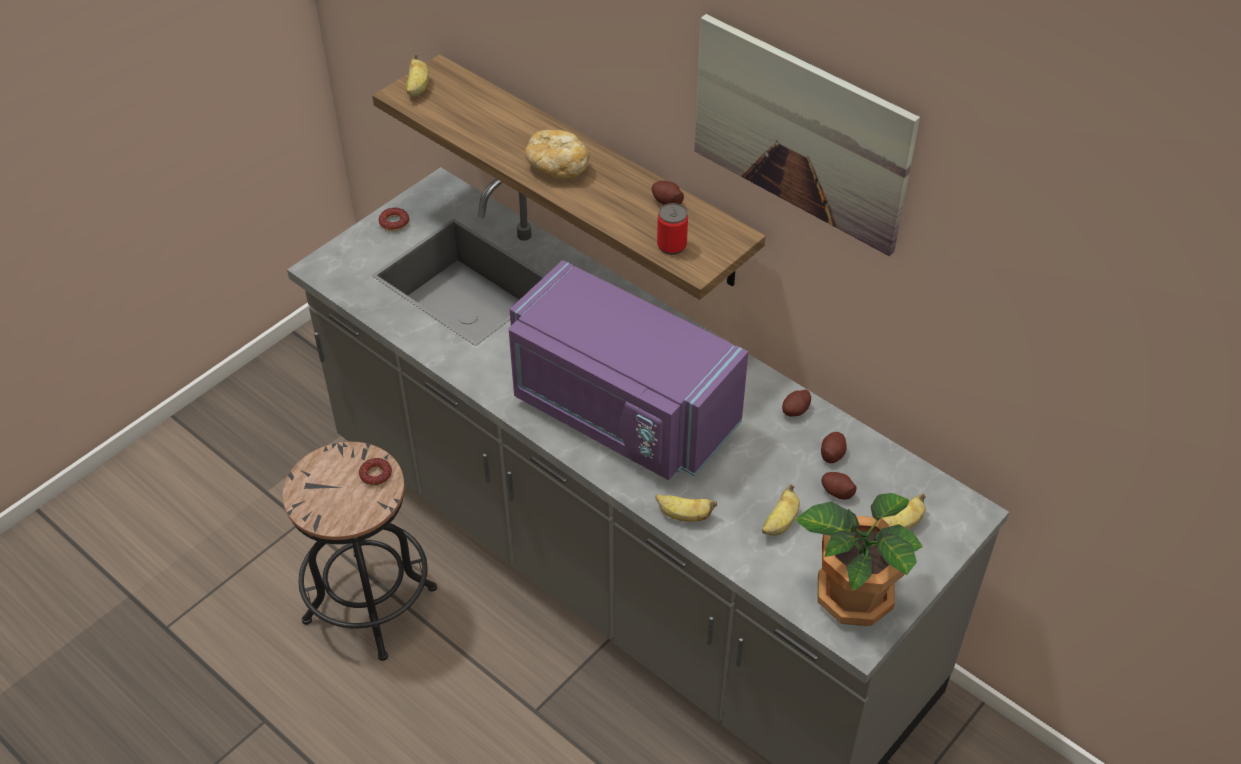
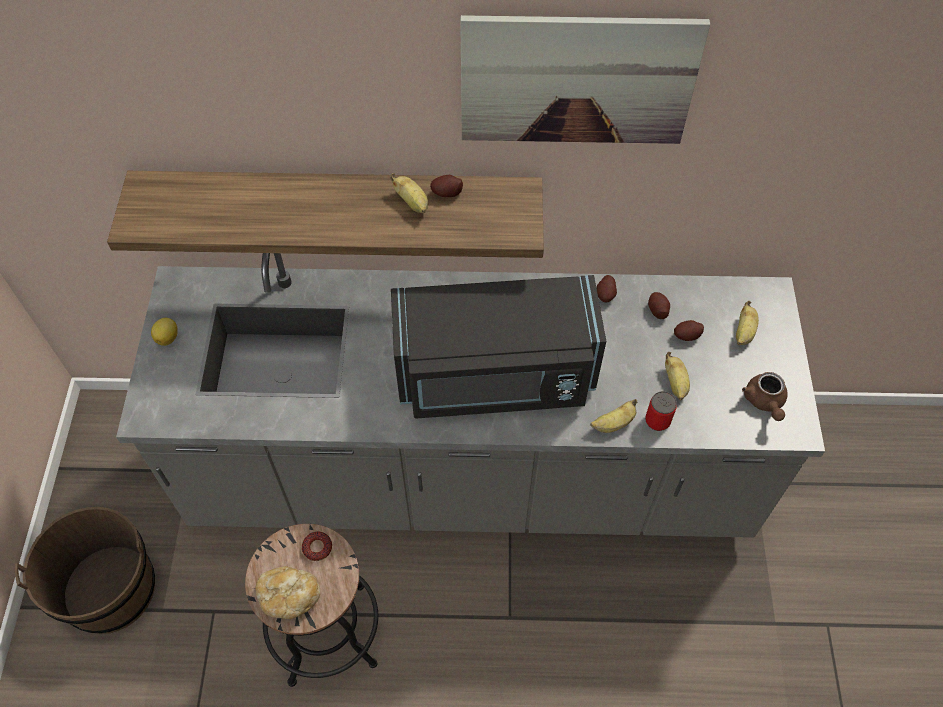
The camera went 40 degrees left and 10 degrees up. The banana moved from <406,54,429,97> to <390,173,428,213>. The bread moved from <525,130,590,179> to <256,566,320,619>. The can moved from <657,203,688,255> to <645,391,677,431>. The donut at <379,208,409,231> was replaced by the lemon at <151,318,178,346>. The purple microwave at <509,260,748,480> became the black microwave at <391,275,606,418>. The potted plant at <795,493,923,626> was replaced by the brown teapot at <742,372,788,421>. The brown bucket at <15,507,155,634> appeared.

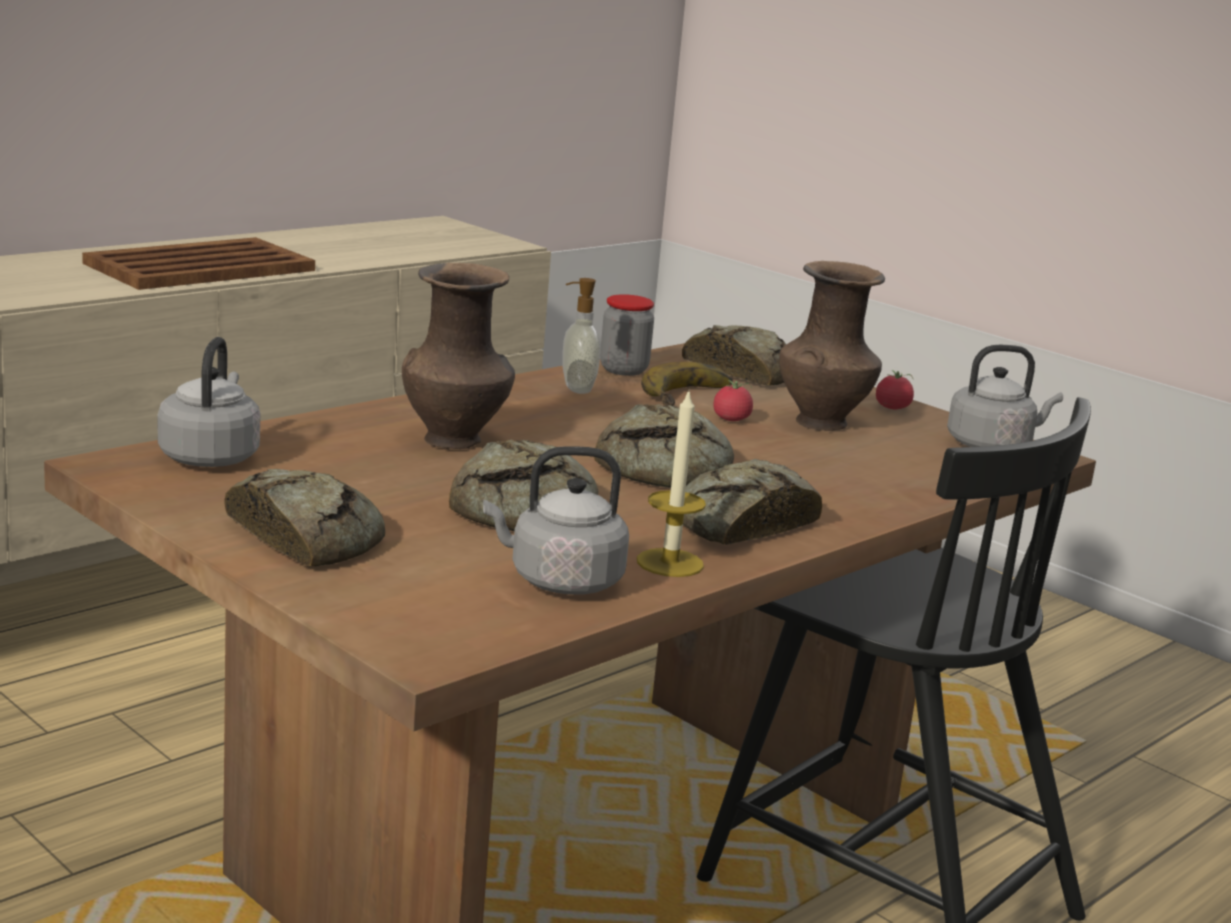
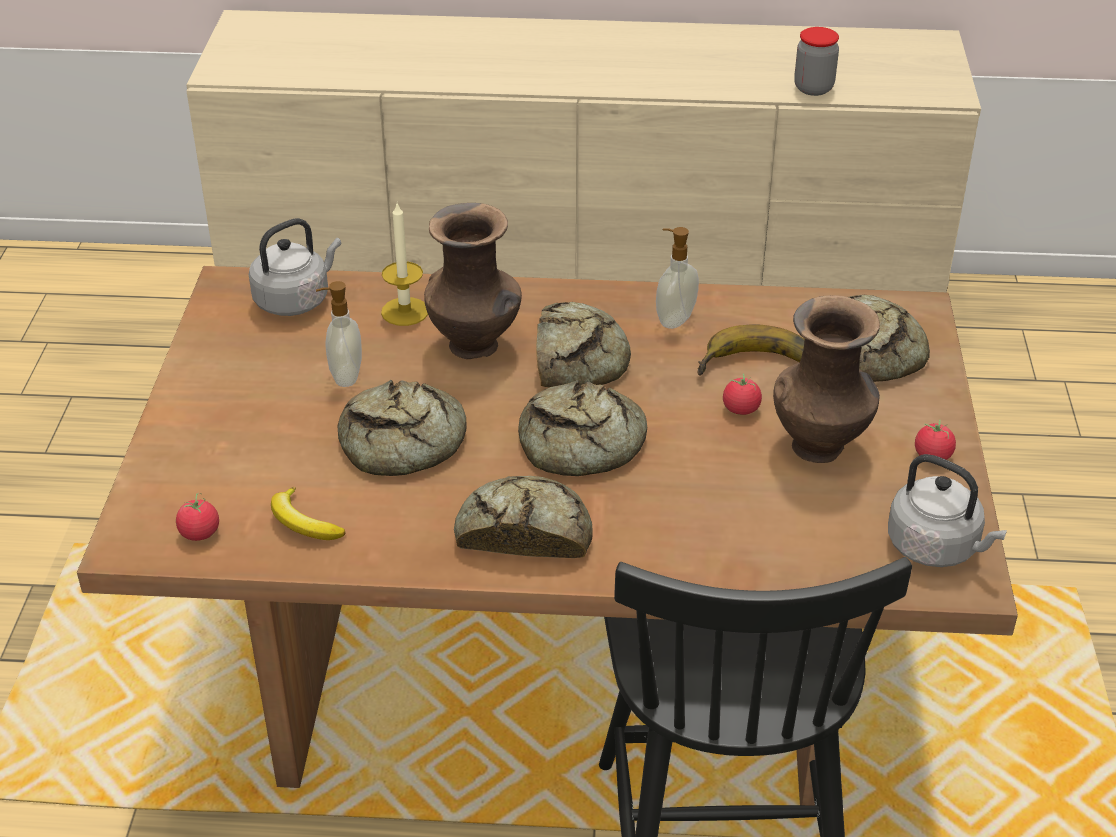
The camera went 50 degrees right and 20 degrees up. The brown tray at <82,237,315,290> disappeared. The jar moved from <600,294,654,376> to <794,27,839,96>. The candle moved from <637,388,706,577> to <381,204,428,326>. The grey kettle at <483,446,629,595> was replaced by the banana at <271,487,346,540>. The bread moved from <224,469,385,566> to <536,302,631,387>. The soap dispenser at <316,281,362,387> appeared. The tomato at <176,493,219,541> appeared.

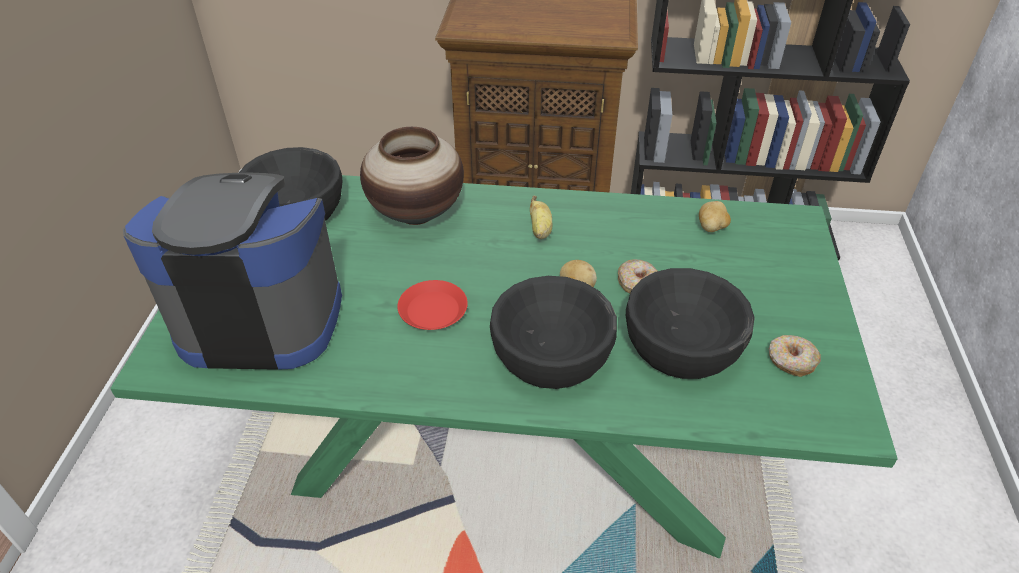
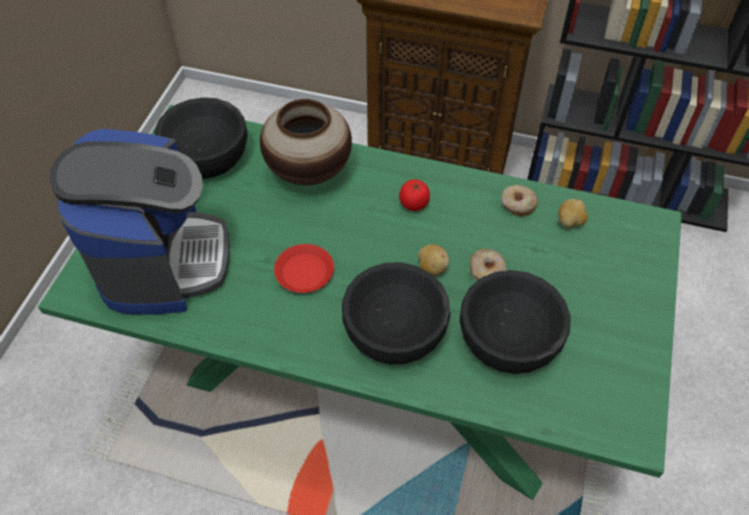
The camera went 10 degrees right and 10 degrees up. The coffee machine at <123,173,342,370> turned 75 degrees clockwise. The banana at <530,196,552,239> was replaced by the tomato at <399,179,430,211>. The donut moved from <769,335,821,377> to <501,185,538,217>.

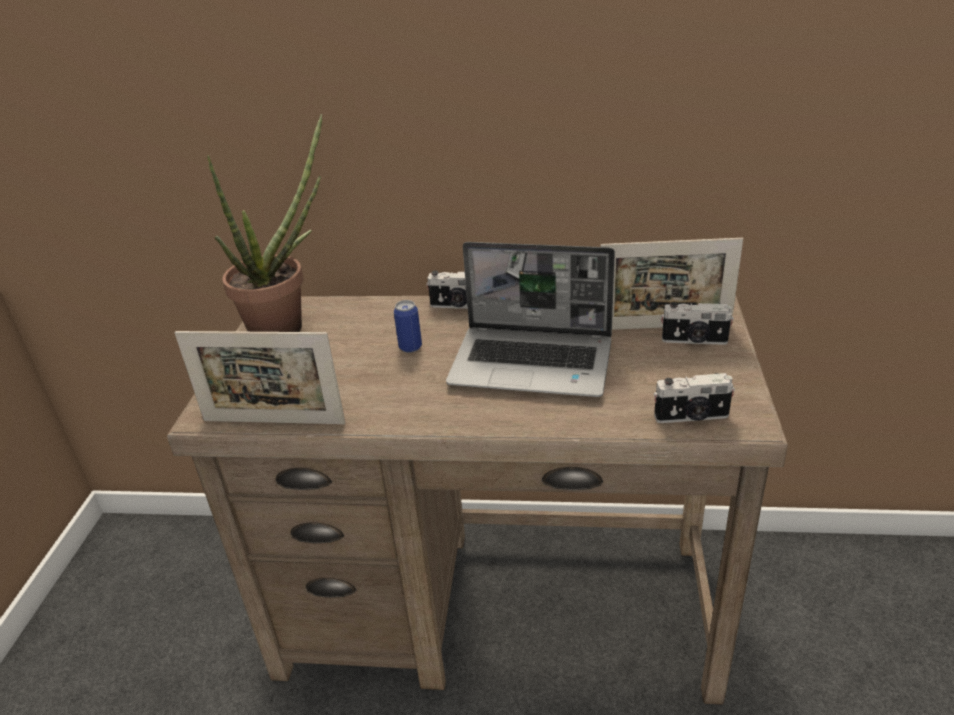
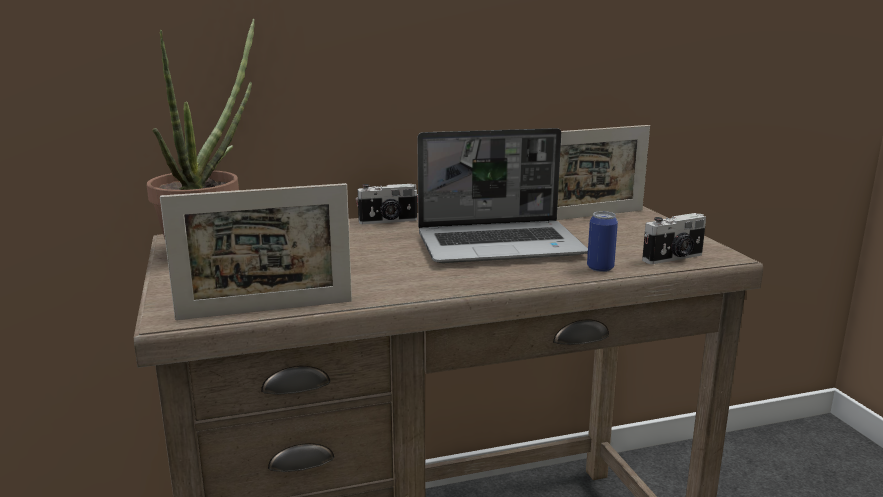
The camera went 25 degrees left and 15 degrees down. The can moved from <394,300,422,353> to <587,211,618,272>. The photo camera at <661,302,734,345> disappeared.

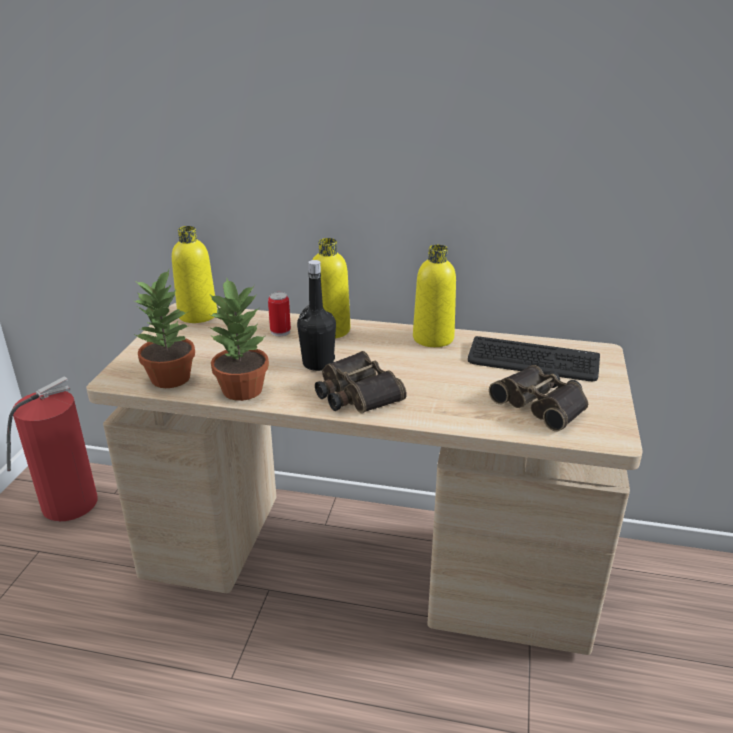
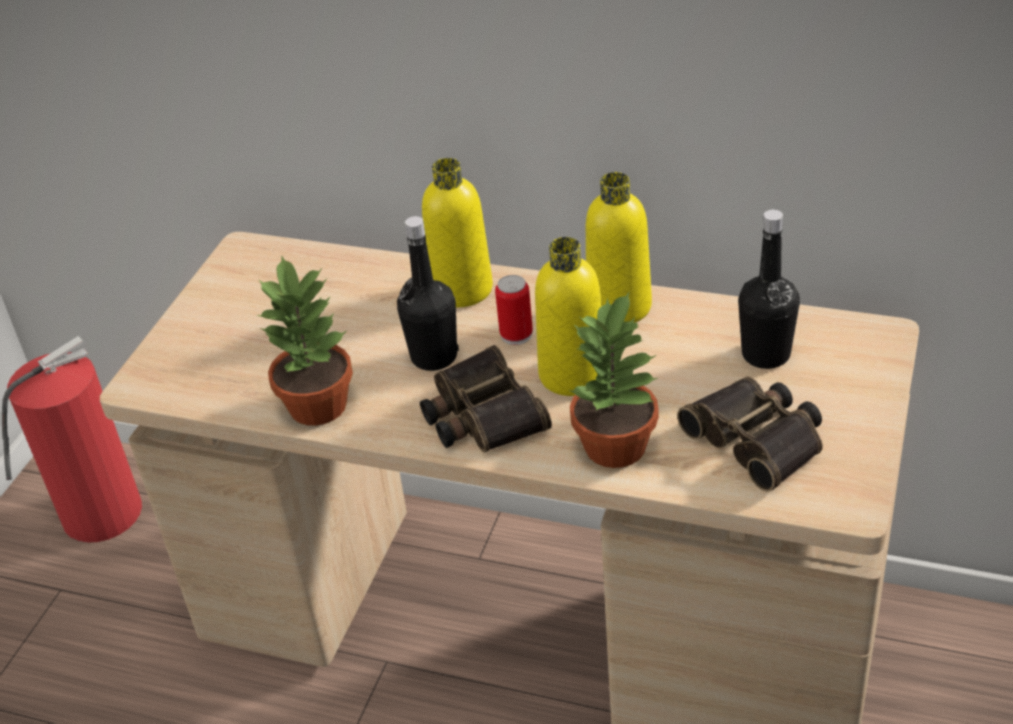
The camera went 10 degrees right and 10 degrees up. The yellow bottle moved from <172,226,217,323> to <535,237,602,396>. The potted plant moved from <132,270,195,388> to <568,292,659,468>. The can moved from <268,292,291,336> to <495,275,533,345>. The keyboard at <468,336,600,381> was replaced by the black bottle at <738,210,800,369>.

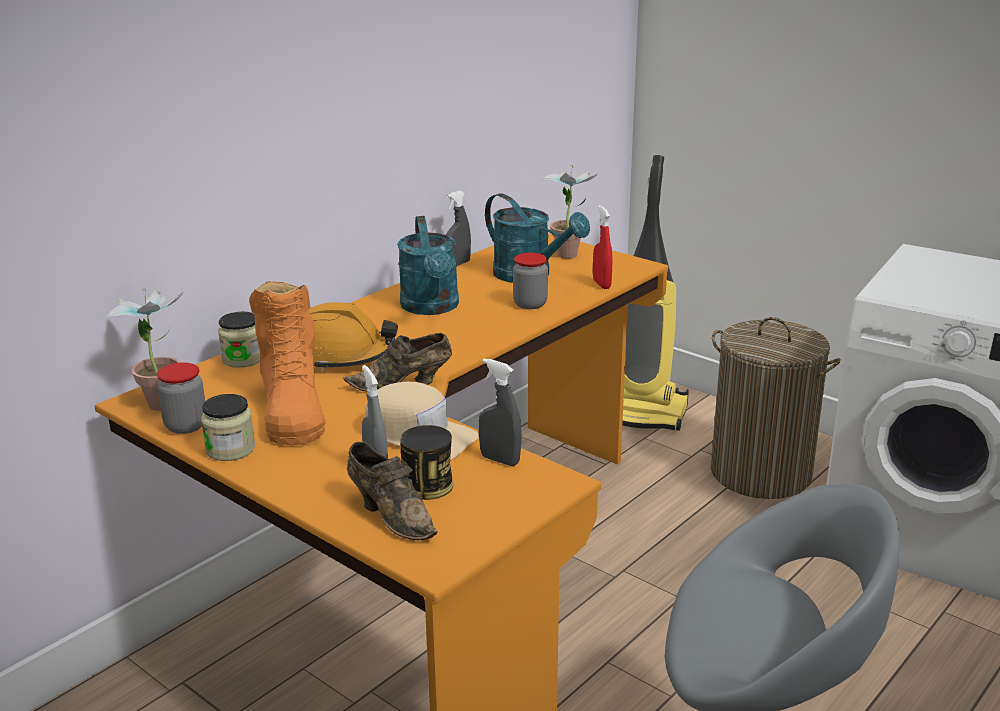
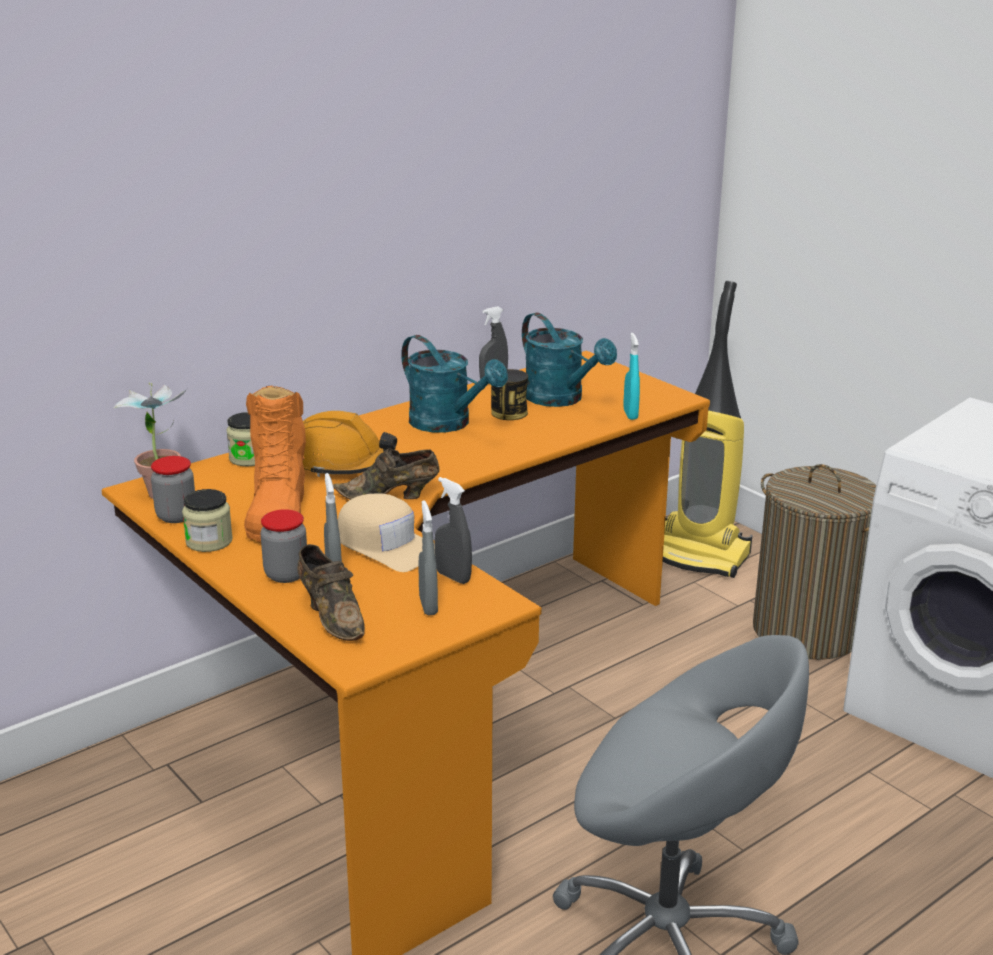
The camera went 10 degrees right and 0 degrees up. The potted plant at <541,164,598,259> disappeared. The red spray bottle at <593,205,612,289> became the turquoise spray bottle at <624,333,640,420>. The turquoise watering can at <397,216,459,315> turned 45 degrees counterclockwise. The jar moved from <513,253,548,309> to <260,509,307,583>. The can moved from <400,425,453,500> to <491,369,528,420>. The grey spray bottle at <418,500,438,615> appeared.

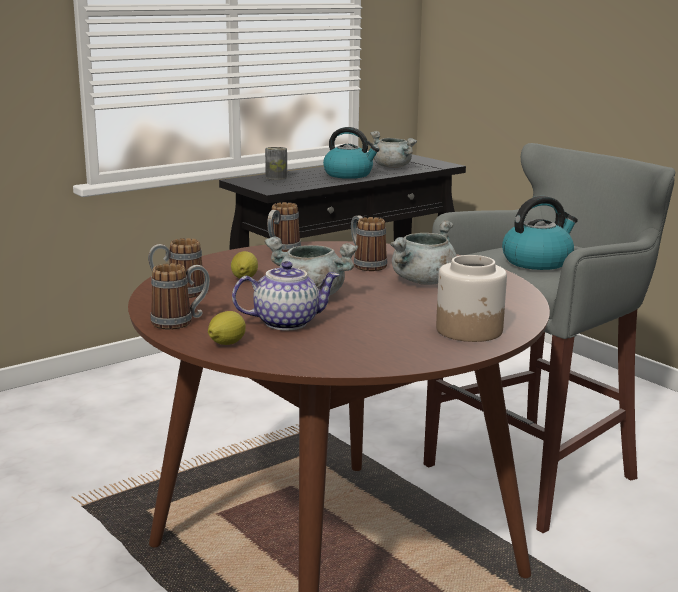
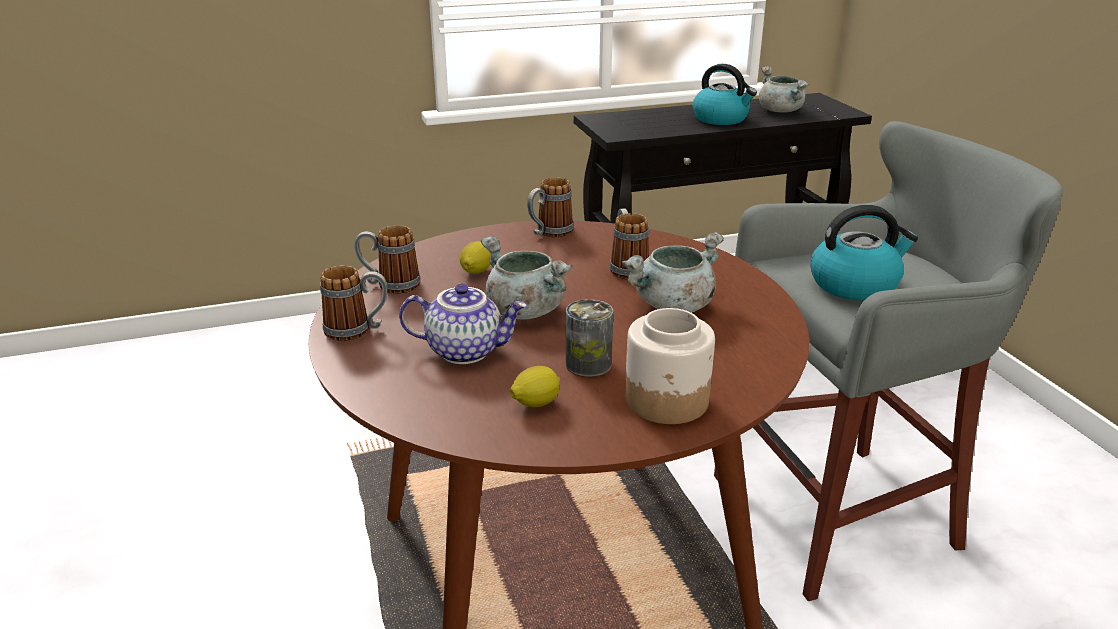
The camera went 20 degrees right and 10 degrees up. The can moved from <265,147,287,180> to <566,299,613,377>. The lemon moved from <208,311,246,345> to <510,366,560,407>.

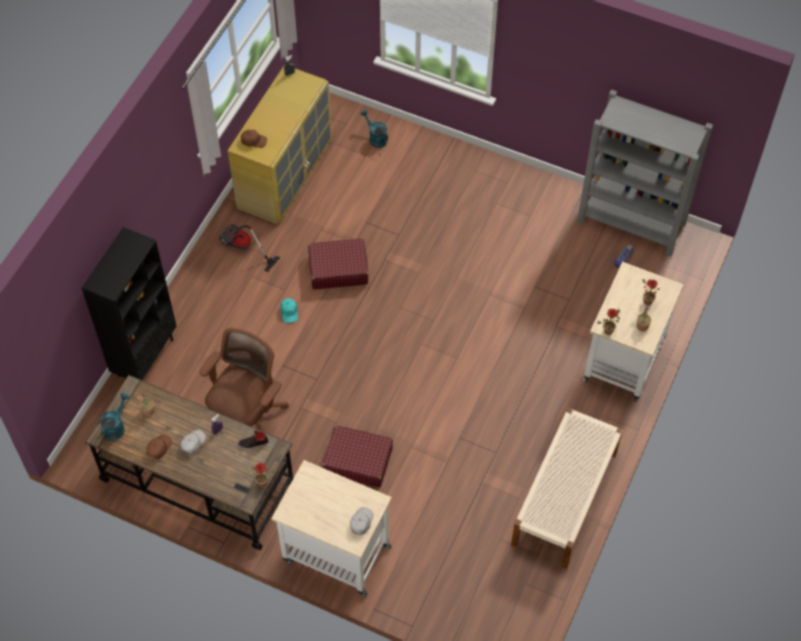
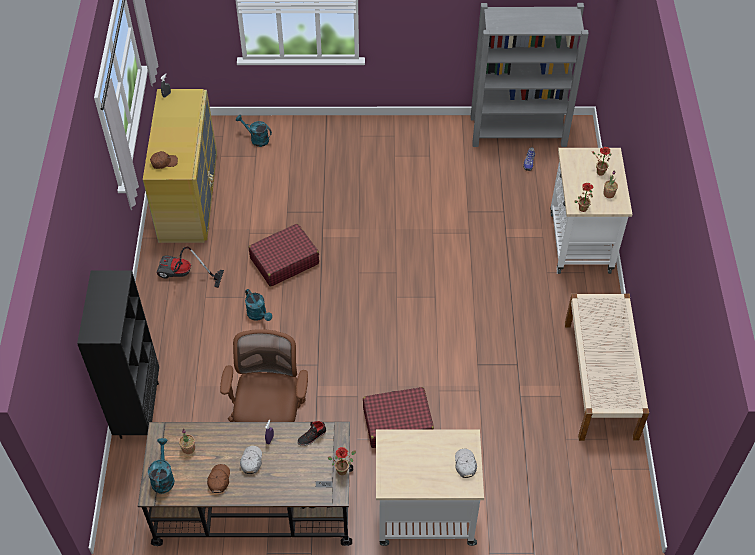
The camera went 25 degrees left and 5 degrees down. The turquoise cap at <280,298,298,323> was replaced by the turquoise watering can at <245,289,272,321>.

